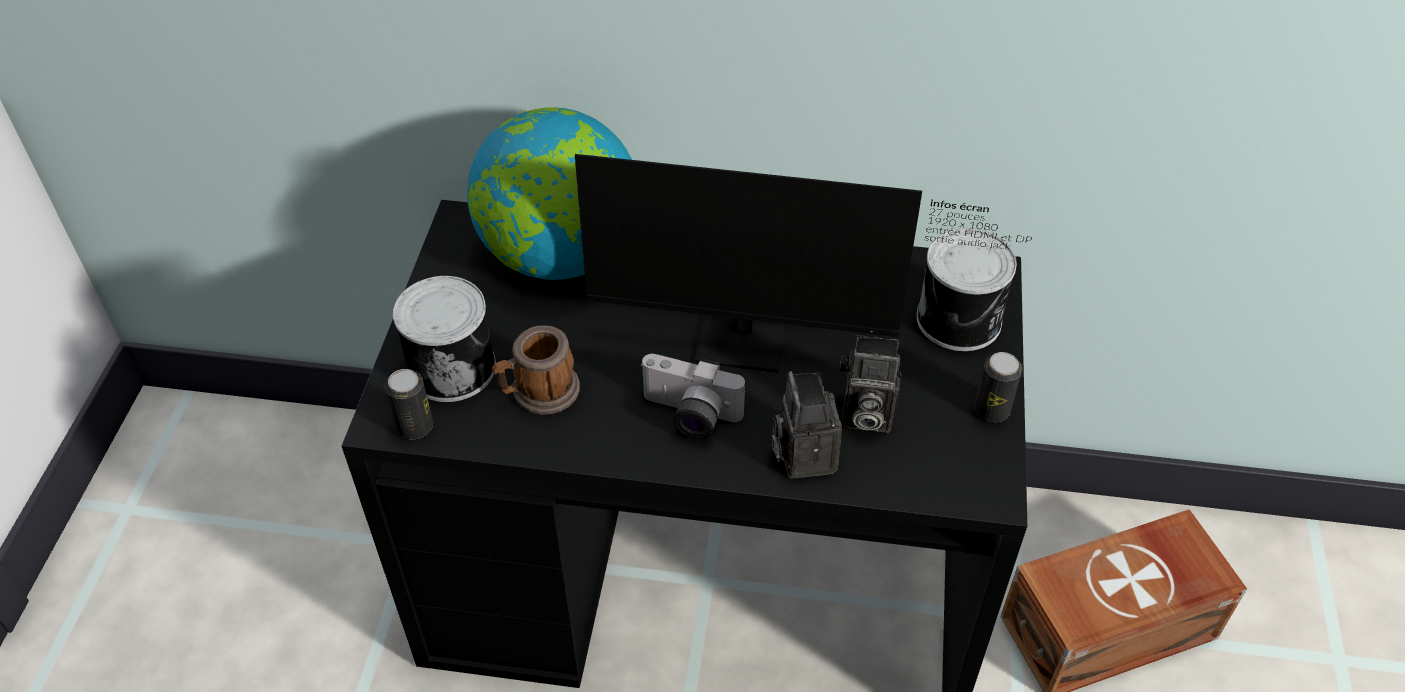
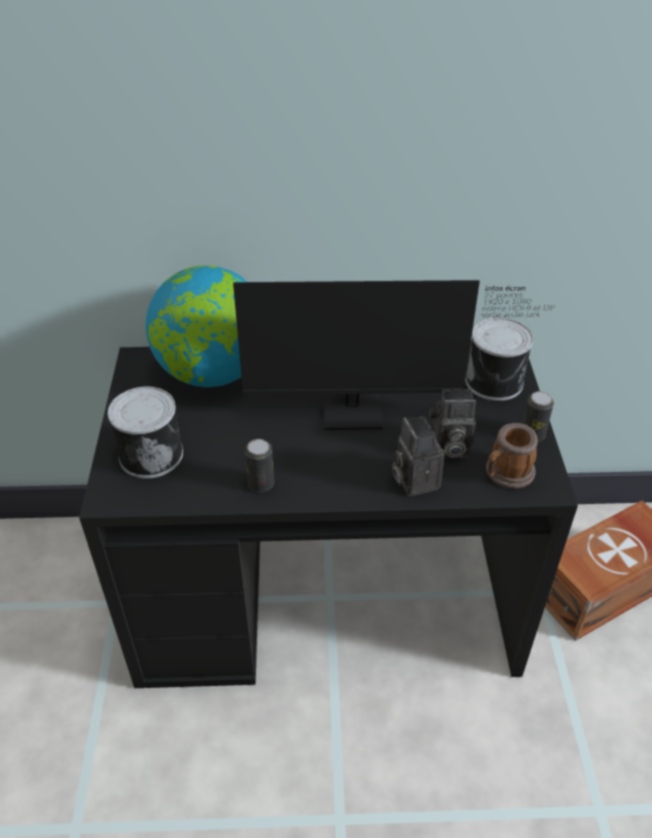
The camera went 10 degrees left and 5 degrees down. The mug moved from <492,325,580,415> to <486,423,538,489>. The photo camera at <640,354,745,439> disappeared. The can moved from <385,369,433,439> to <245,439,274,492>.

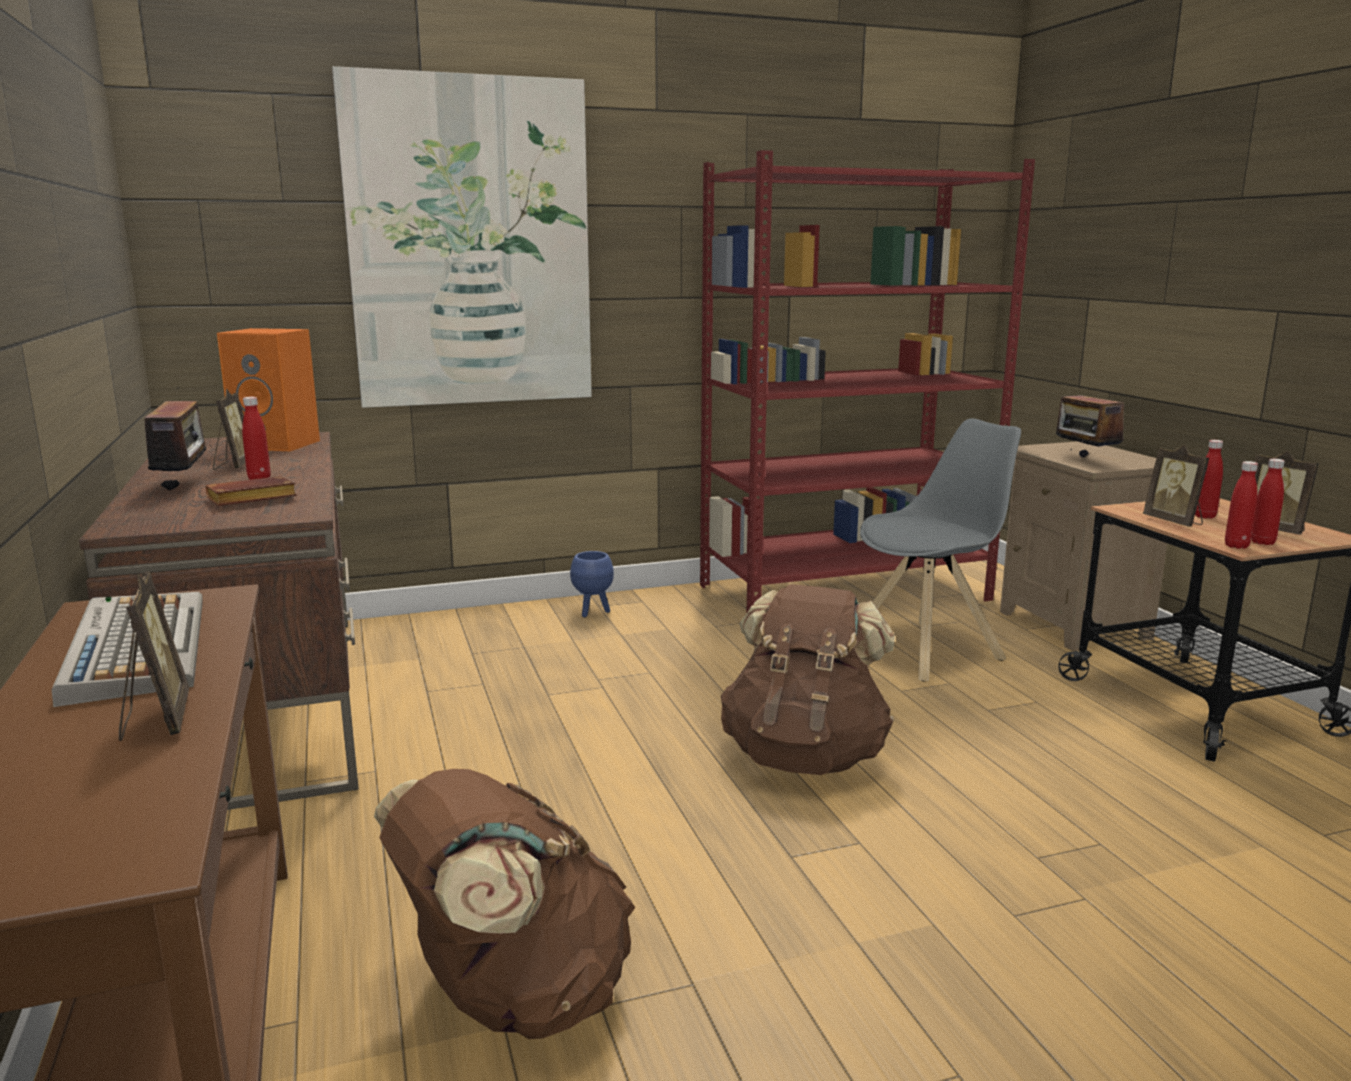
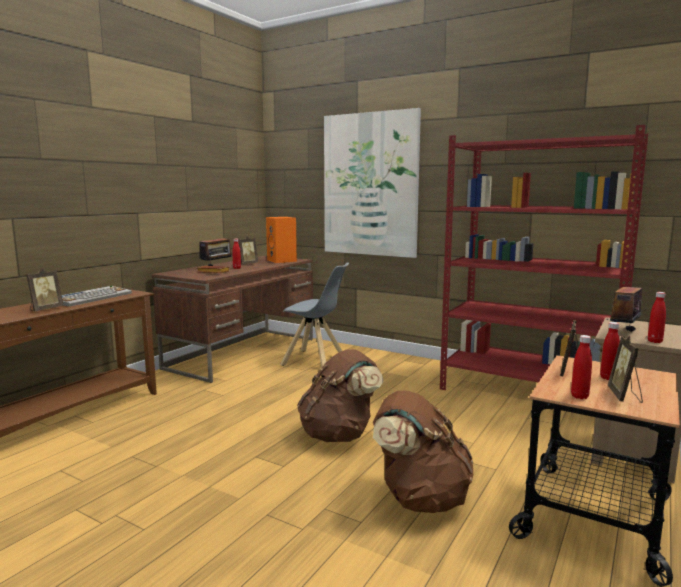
The camera went 50 degrees right and 5 degrees down. The grey chair moved from <860,418,1021,681> to <280,262,349,367>. The red bottle moved from <1225,461,1258,549> to <648,292,666,343>. The blue planter at <570,551,614,617> disappeared. The brown backpack moved from <374,769,635,1039> to <373,391,473,513>.

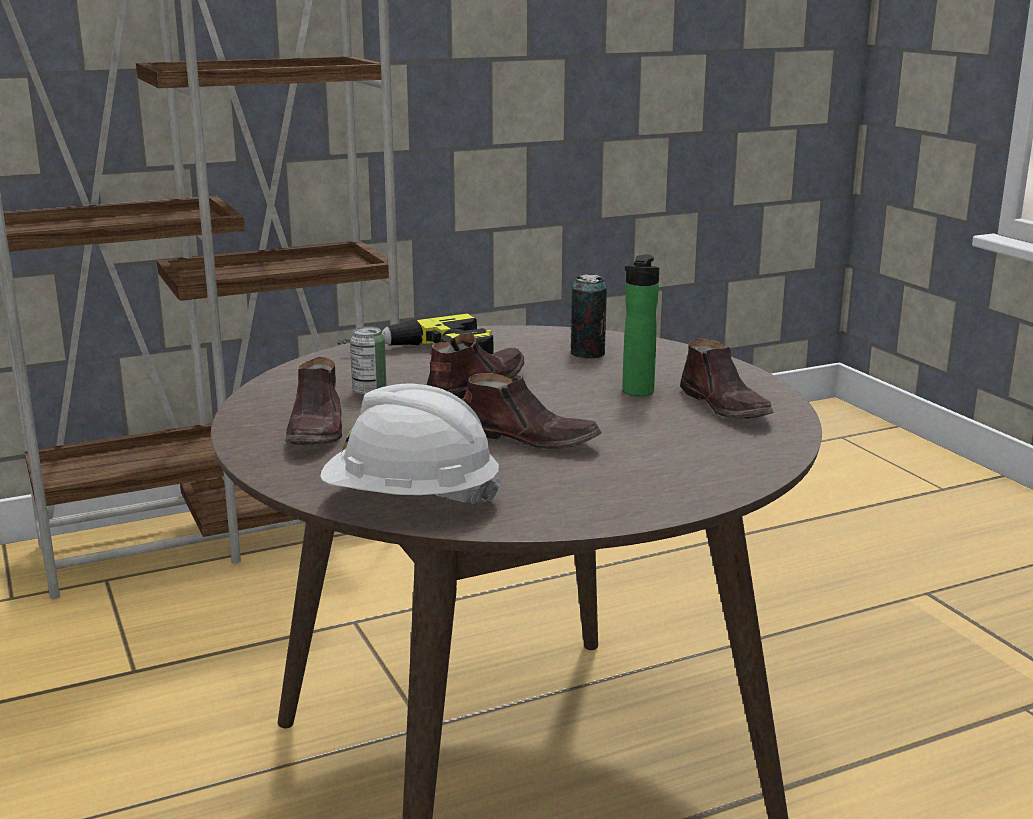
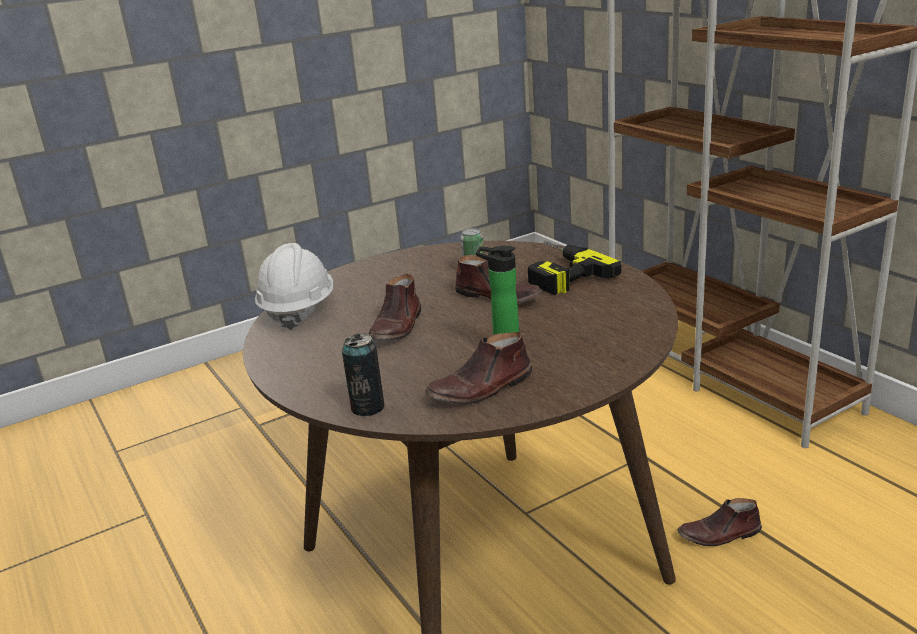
The camera went 85 degrees right and 5 degrees up. The can moved from <571,274,607,358> to <342,333,385,416>. The brown shoe moved from <285,357,342,445> to <677,498,762,546>.

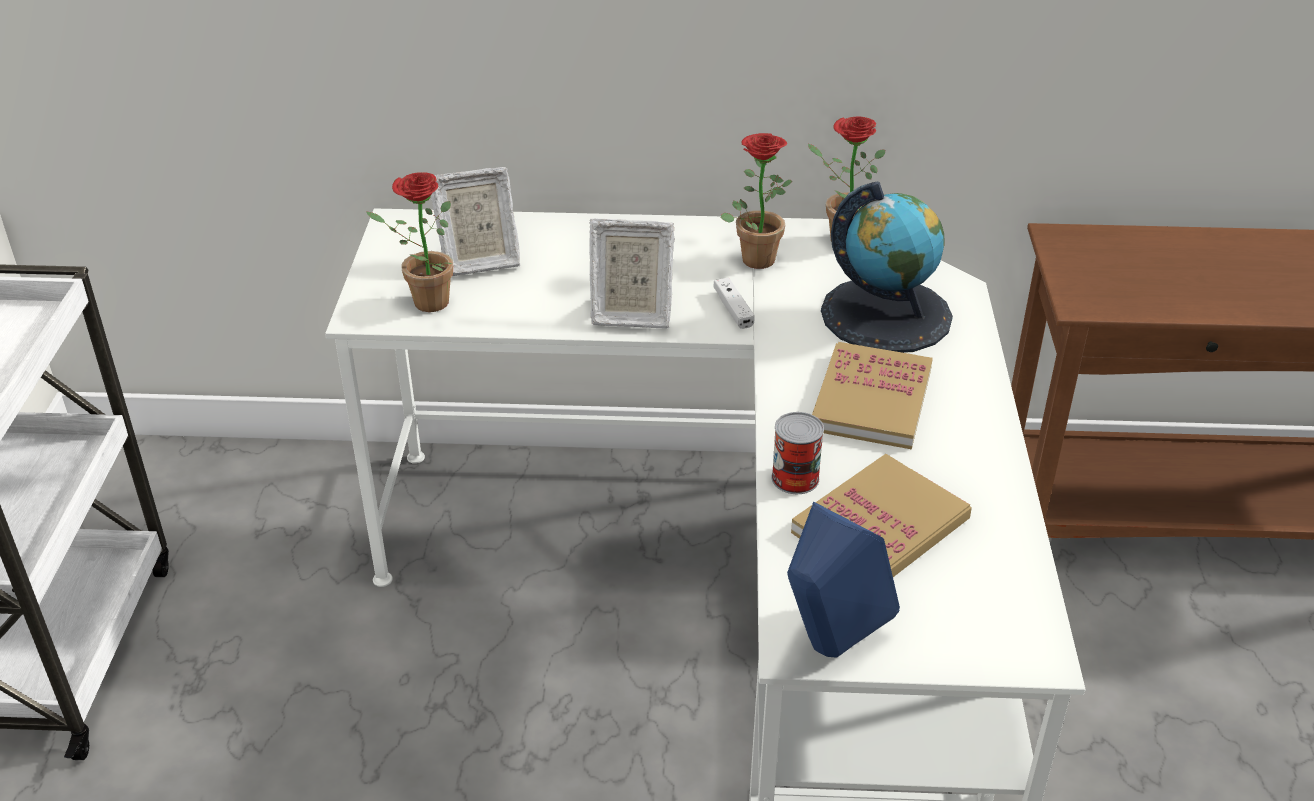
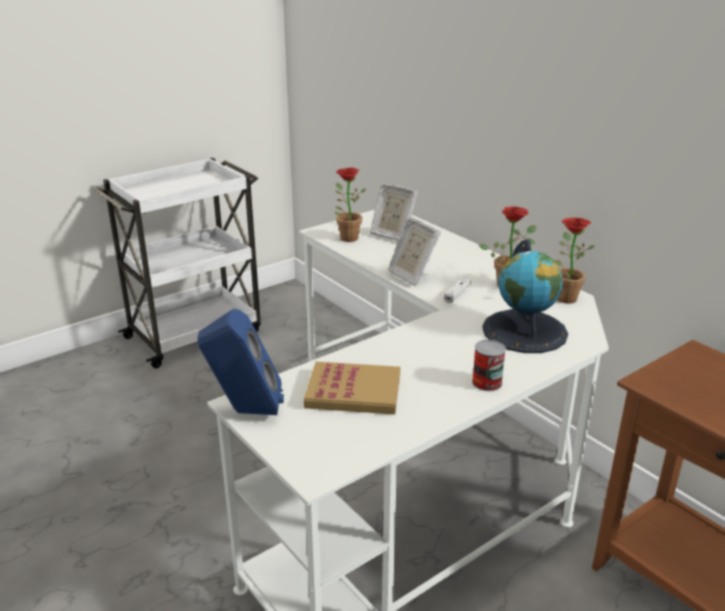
The camera went 50 degrees right and 10 degrees down. The book at <812,342,933,450> disappeared. The can moved from <771,412,824,494> to <472,340,506,391>.

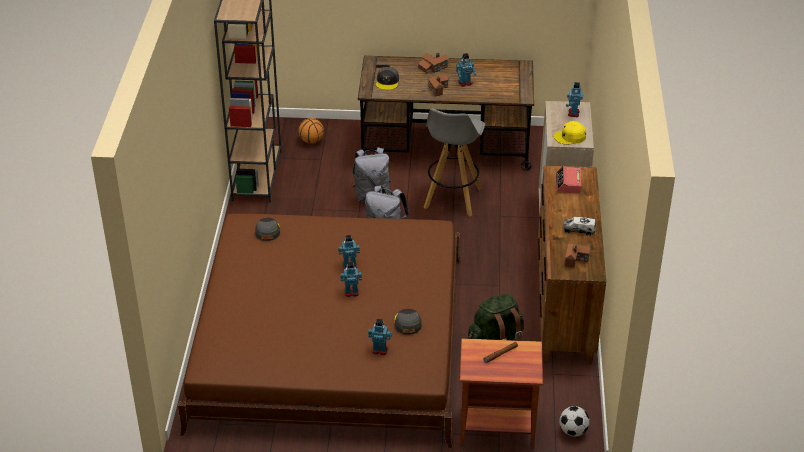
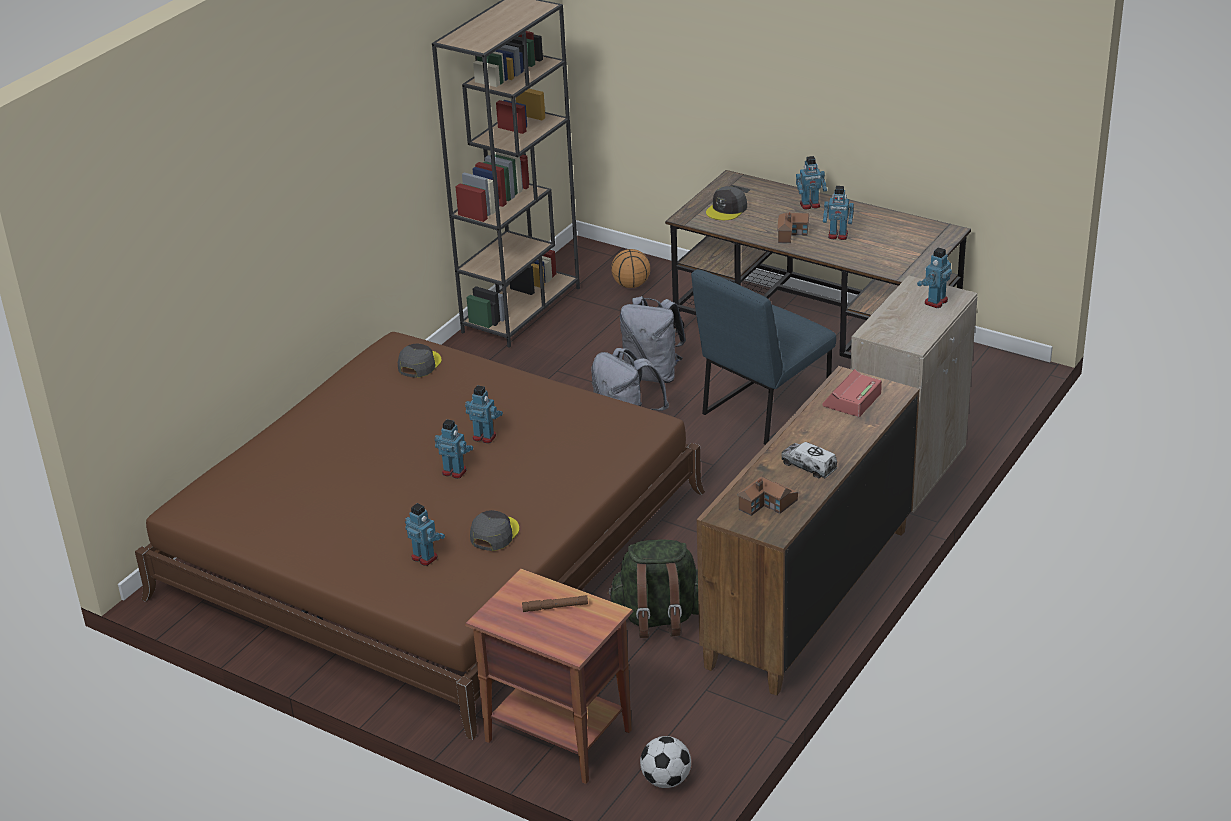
The camera went 30 degrees right and 5 degrees down. The toy house at <418,53,449,73> was replaced by the toy robot at <796,156,827,210>. The grey stool at <424,109,485,217> was replaced by the blue chair at <691,269,836,445>. The yellow cap at <554,121,586,145> disappeared.

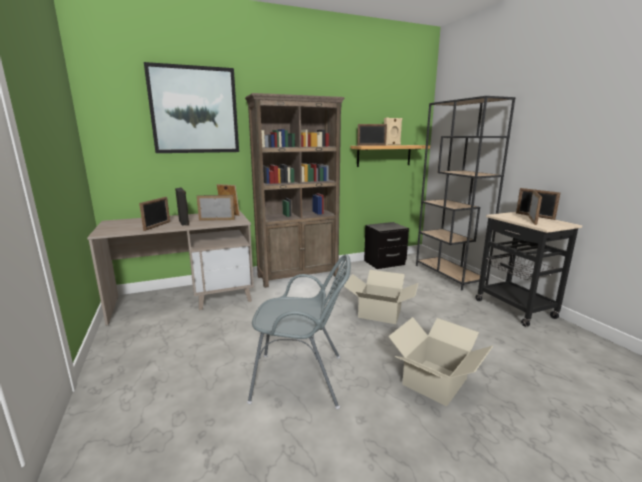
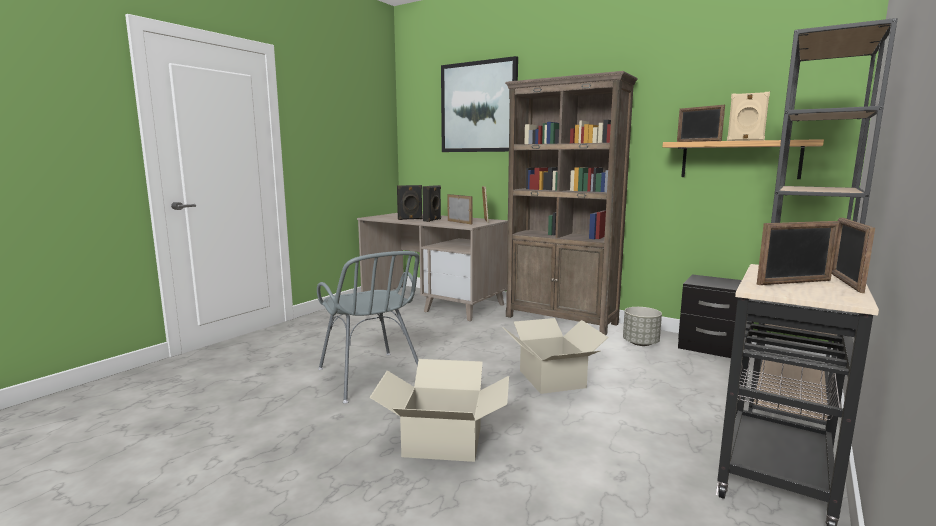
The camera went 55 degrees right and 5 degrees down. The picture frame at <139,197,170,231> was replaced by the black speaker at <397,185,423,220>. The grey planter at <623,307,662,346> appeared.

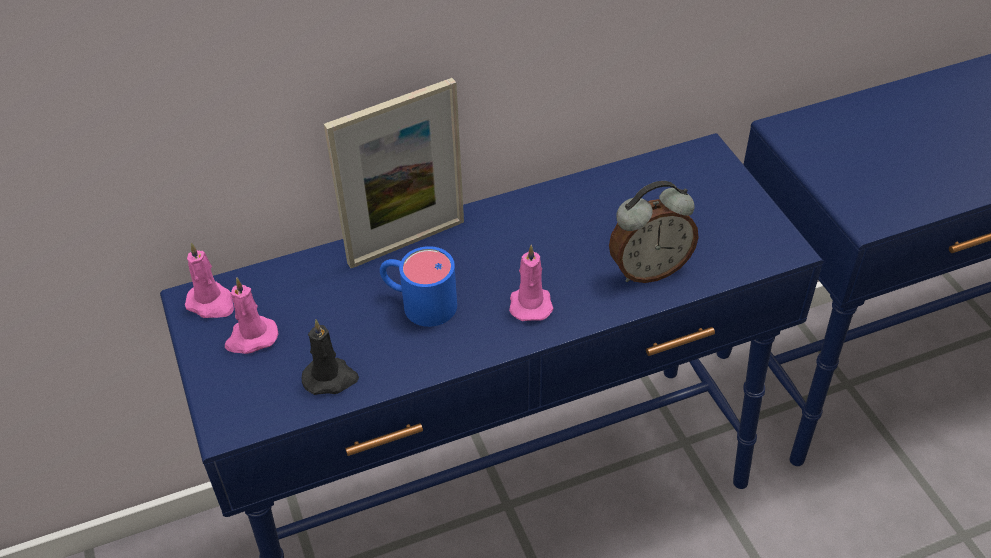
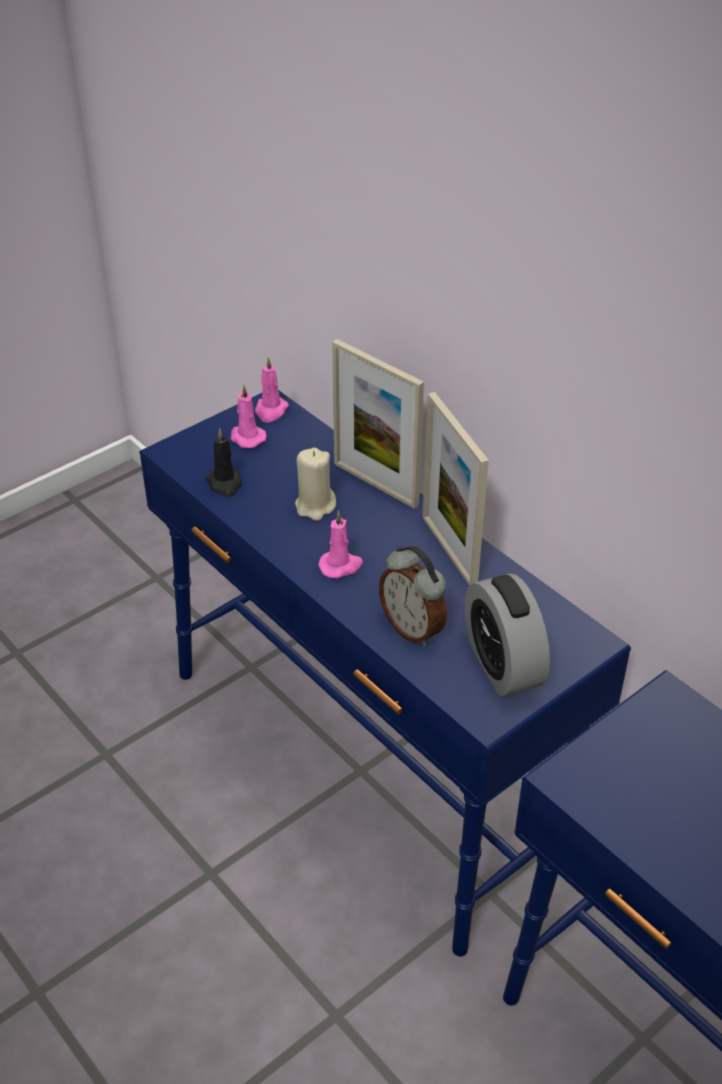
The camera went 70 degrees right and 5 degrees down. The blue mug at <380,246,457,327> was replaced by the beige candle at <295,448,336,521>. The picture frame at <423,392,489,585> appeared. The alarm clock at <465,574,550,696> appeared.

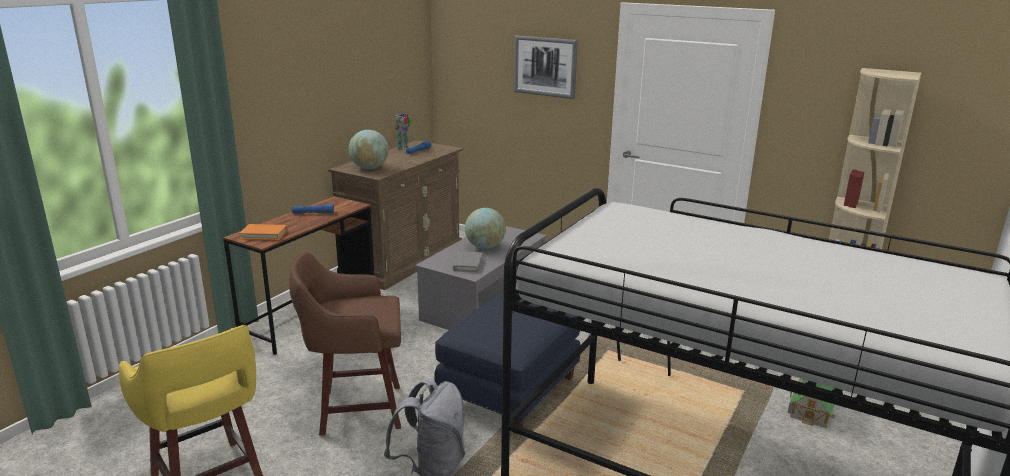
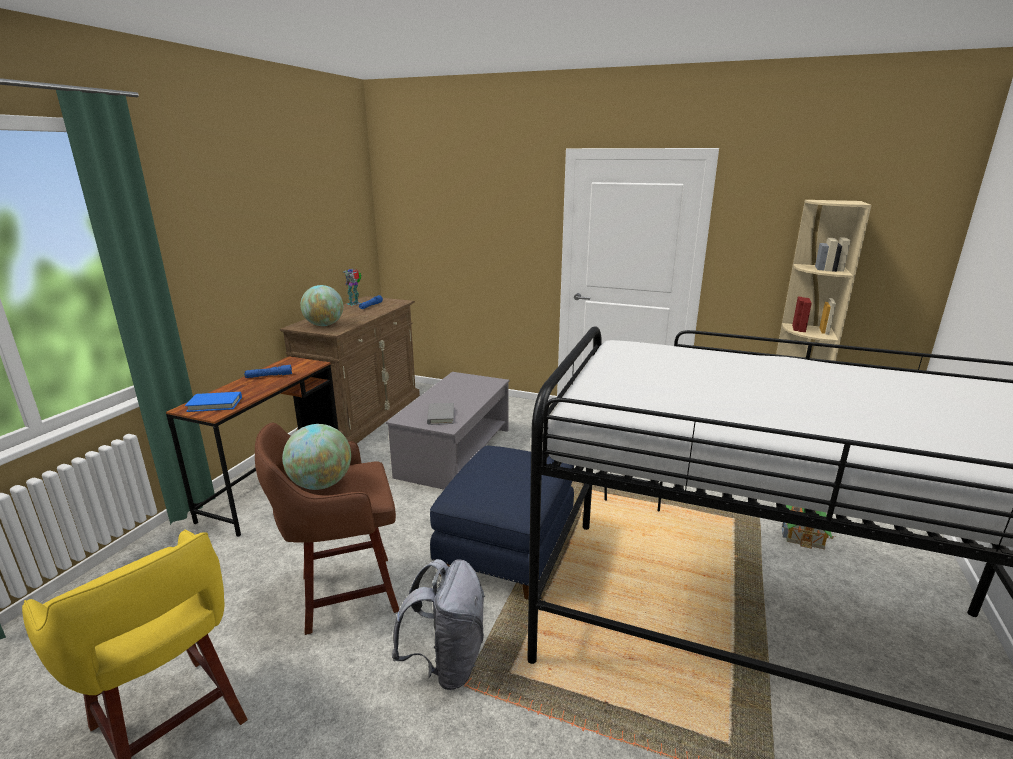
The camera went 10 degrees left and 0 degrees up. The picture at <514,35,578,99> disappeared. The globe moved from <465,208,506,249> to <282,424,351,490>. The orange book at <239,224,287,240> became the blue book at <185,392,242,412>.

